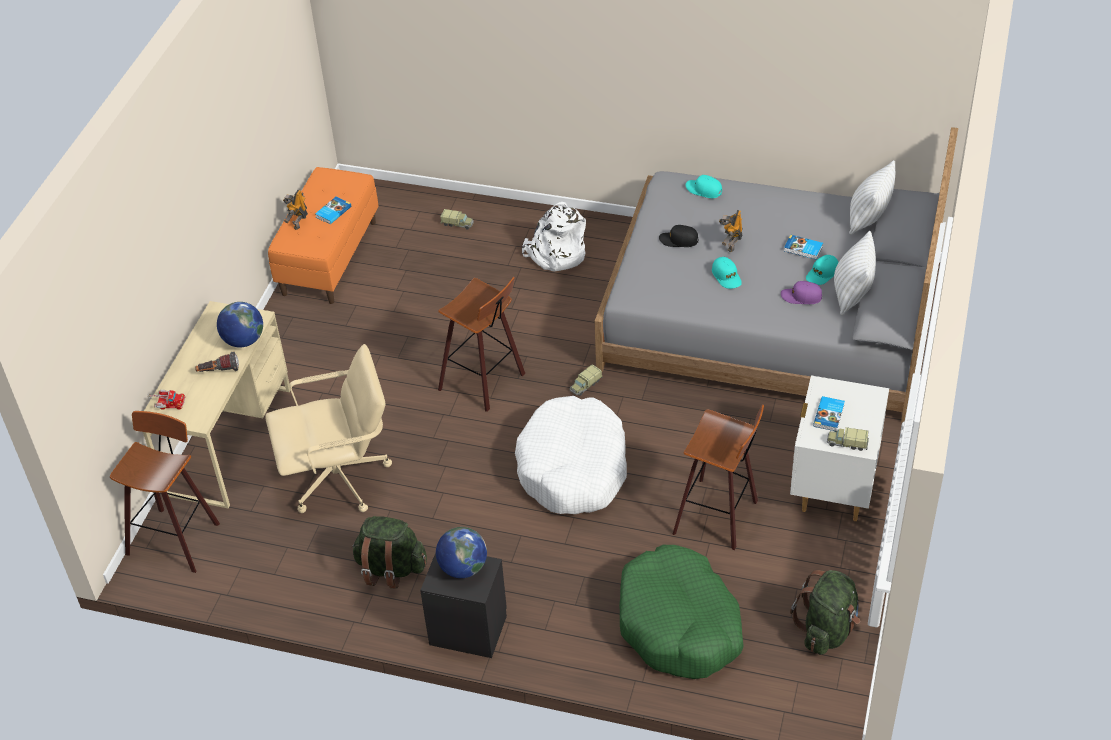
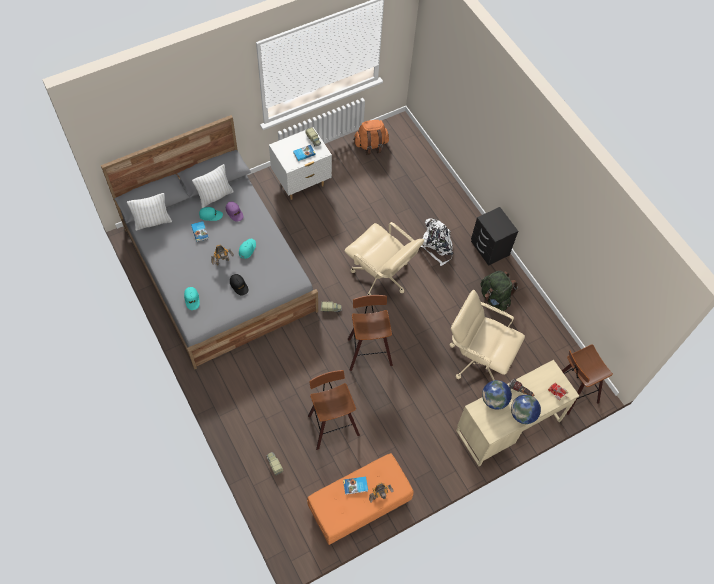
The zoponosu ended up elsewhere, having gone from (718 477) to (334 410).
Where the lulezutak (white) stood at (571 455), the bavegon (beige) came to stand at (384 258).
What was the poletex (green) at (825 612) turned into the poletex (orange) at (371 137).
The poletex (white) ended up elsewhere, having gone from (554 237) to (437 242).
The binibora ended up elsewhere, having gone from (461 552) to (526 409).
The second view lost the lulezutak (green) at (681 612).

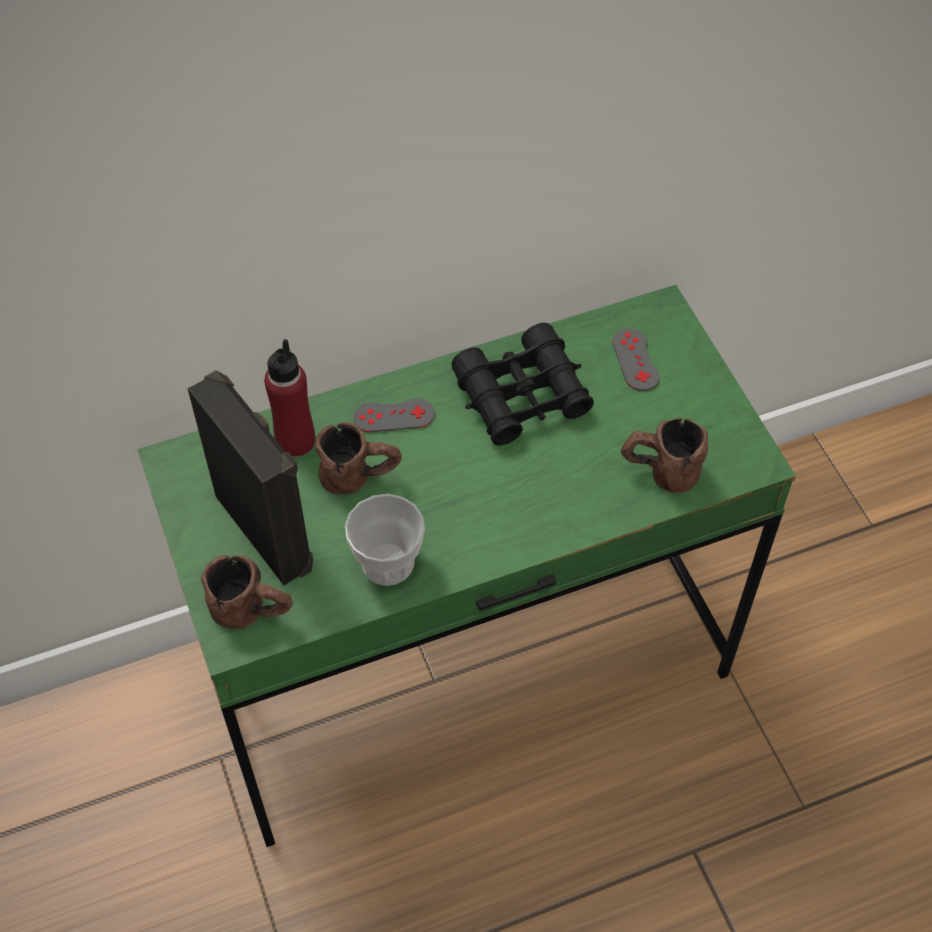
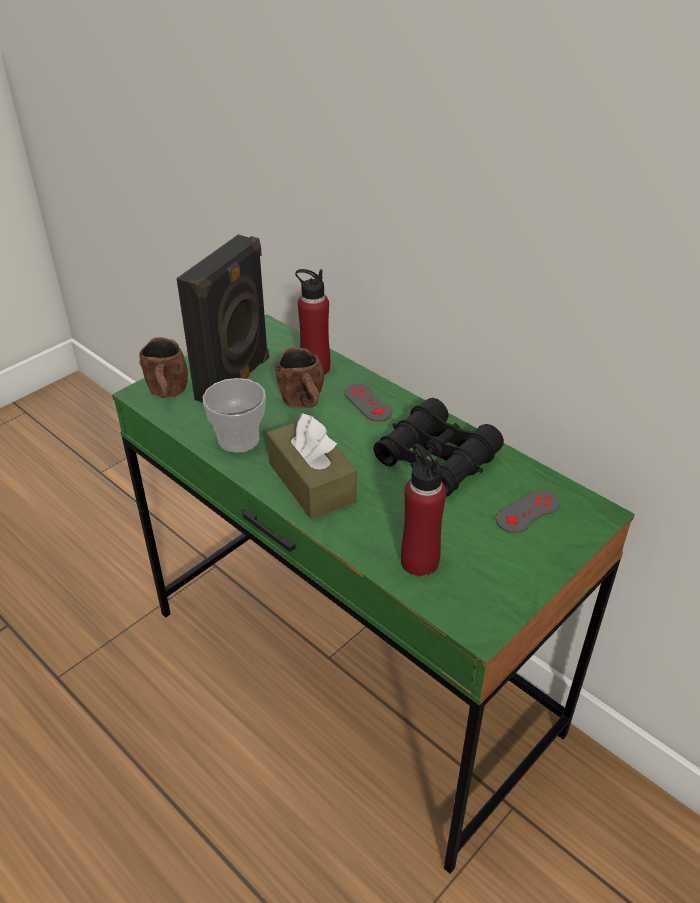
The second view gained the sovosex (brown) at (312 466).
Where the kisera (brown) stood at (664 455), the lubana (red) came to stand at (423 510).

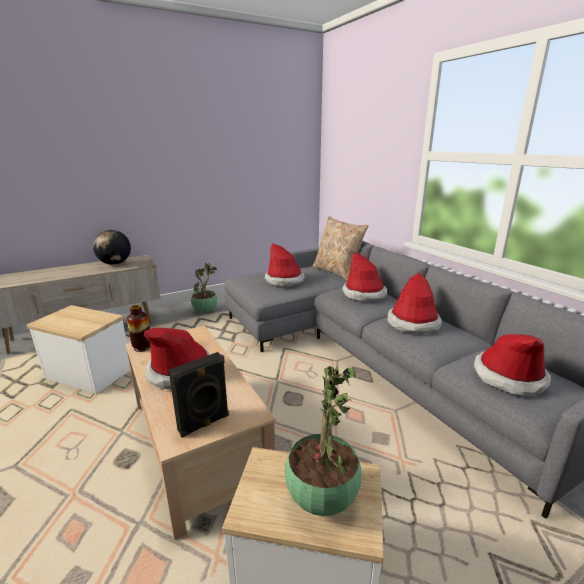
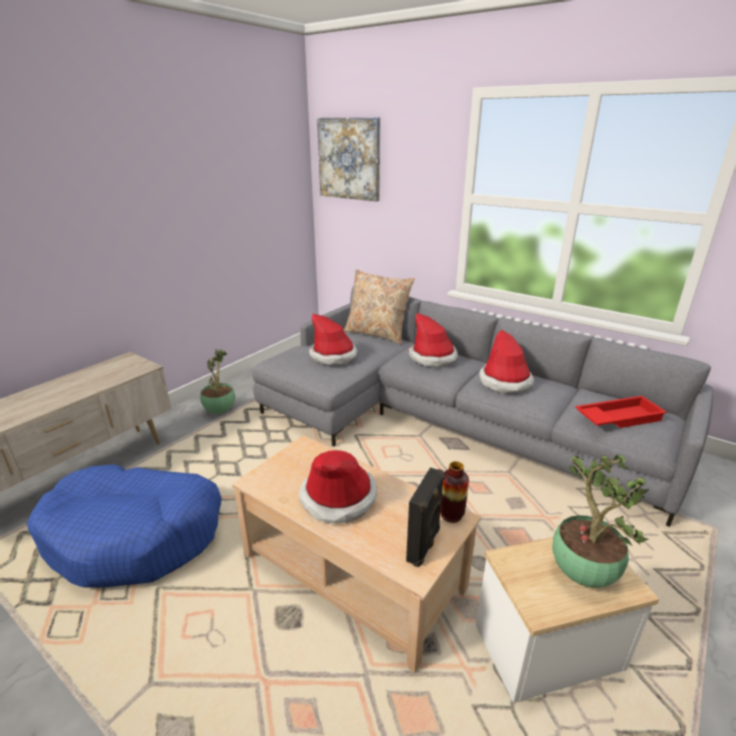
Where the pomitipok stood at (78 349), the lulezutak (blue) came to stand at (124 526).
The second view gained the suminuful at (348 159).
The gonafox ended up elsewhere, having gone from (138 328) to (454 492).
Where the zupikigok stood at (512 365), the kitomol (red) came to stand at (621 412).
The second view lost the binibora at (112 247).

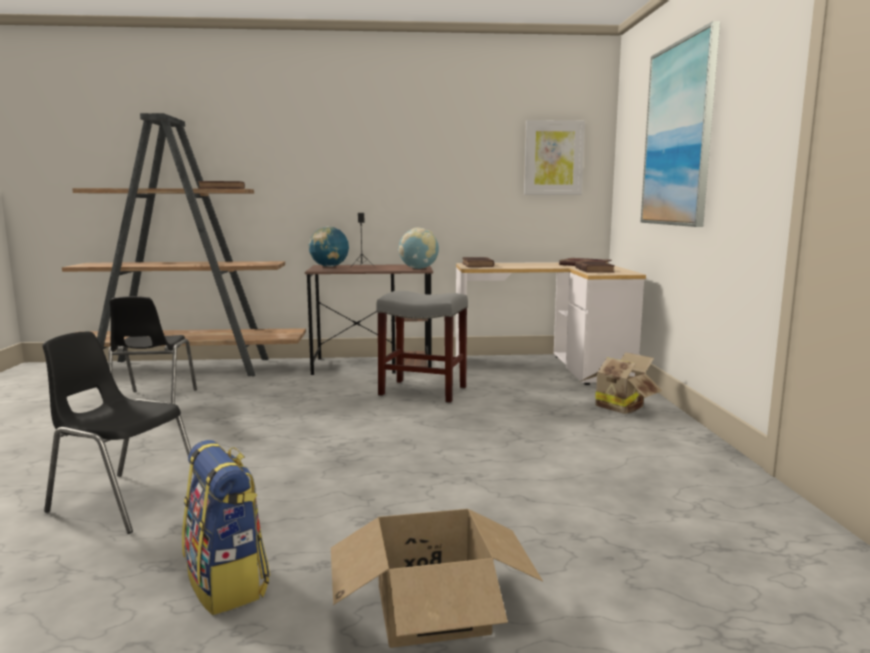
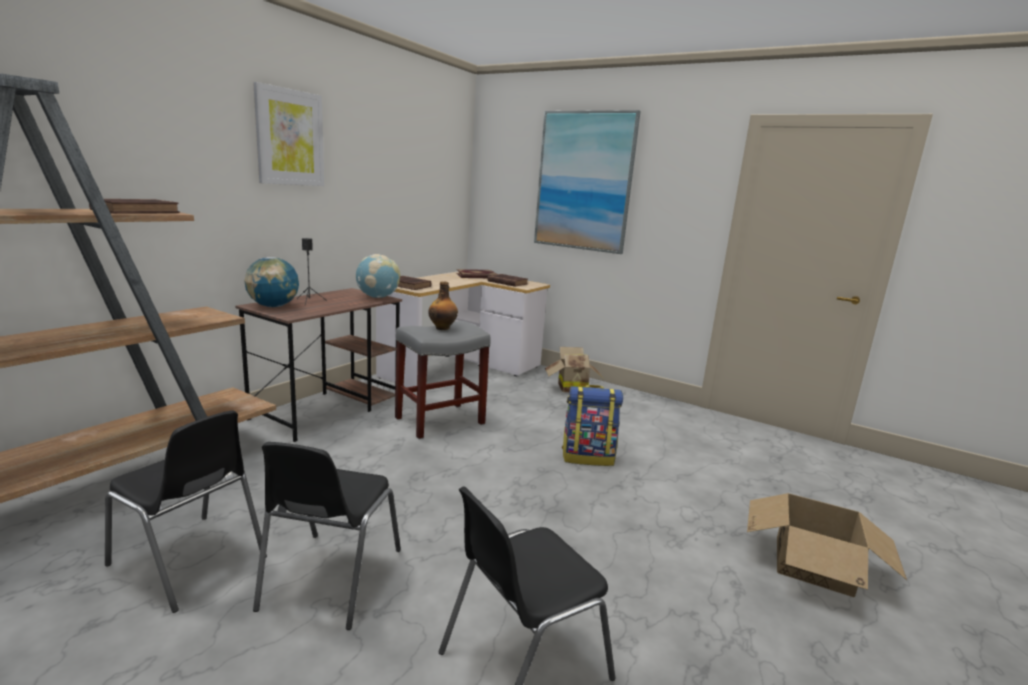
The suminuful ended up elsewhere, having gone from (554 157) to (288 134).
The second view gained the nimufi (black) at (327 536).
The second view gained the lubana at (443 305).
The poletex ended up elsewhere, having gone from (226 527) to (592 425).

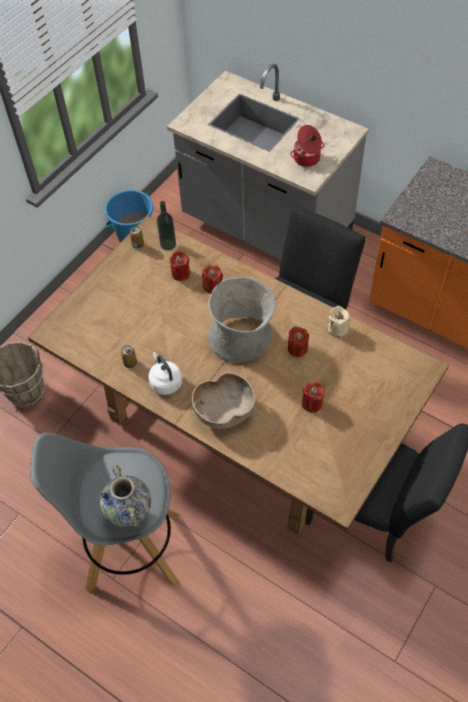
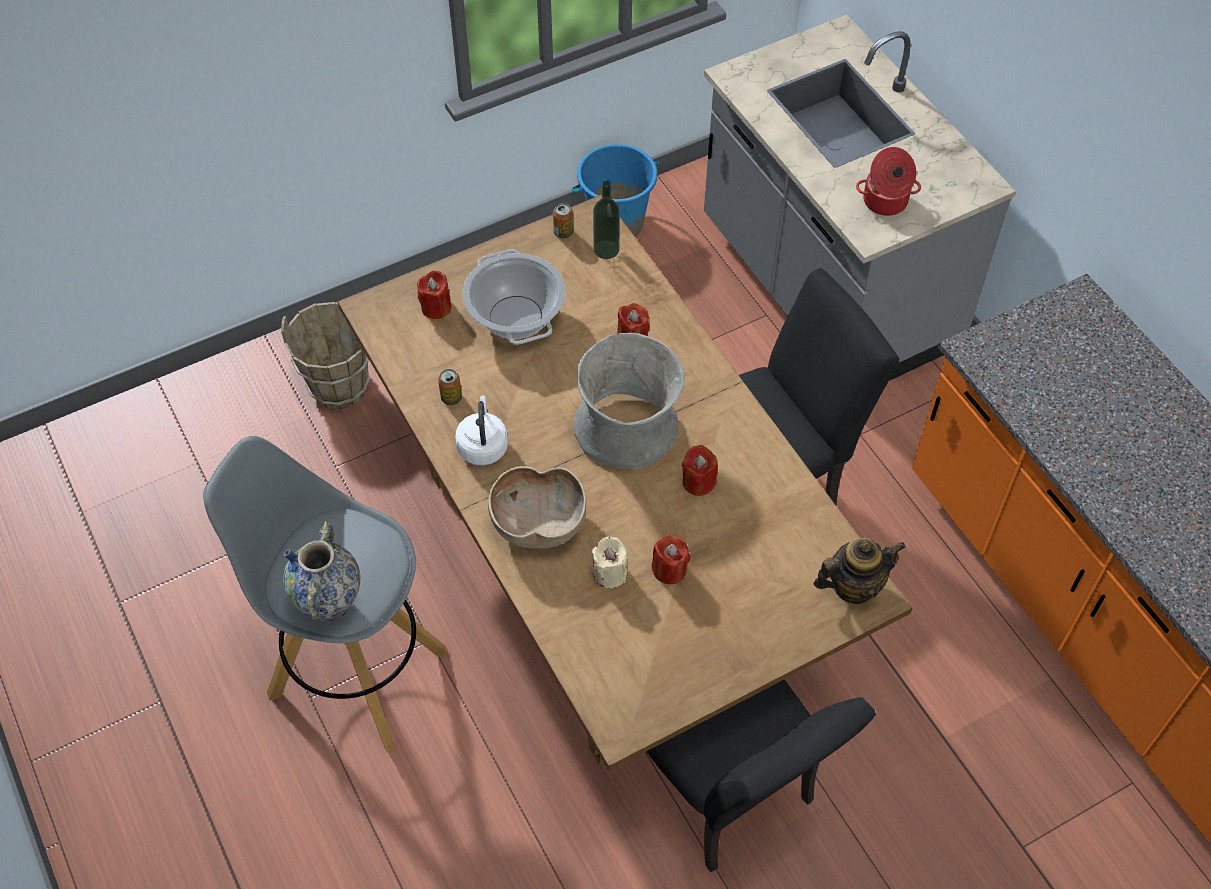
The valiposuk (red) ended up elsewhere, having gone from (179 266) to (434 294).
The second view gained the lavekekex at (514 297).
The valiposuk (beige) ended up elsewhere, having gone from (339 321) to (610 562).
The second view gained the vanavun at (860 571).

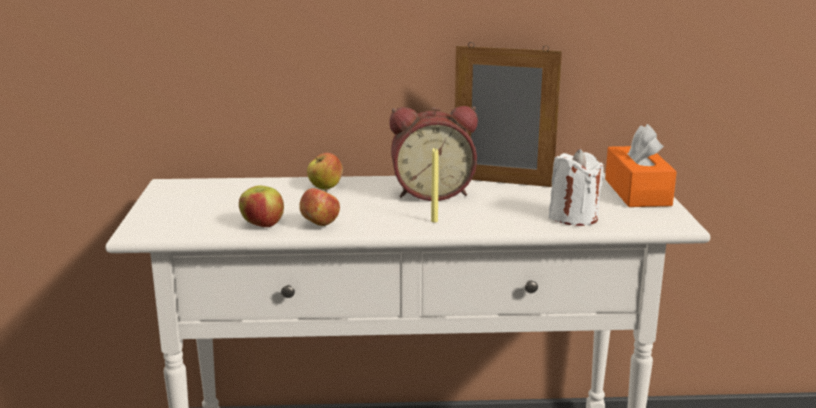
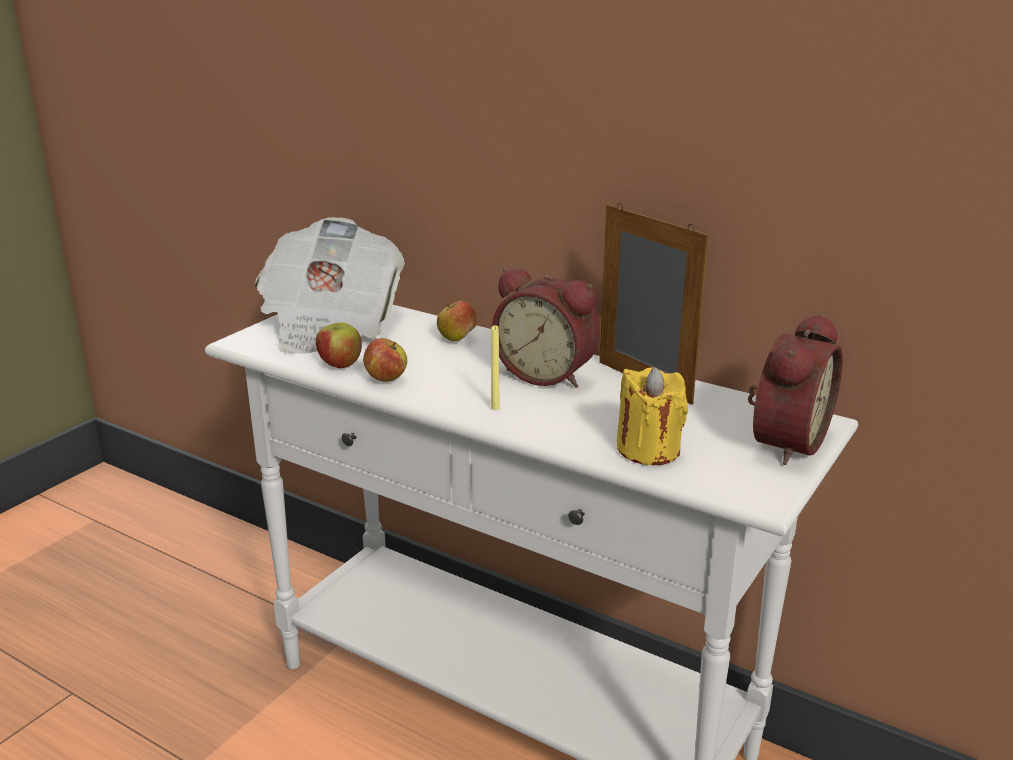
The second view gained the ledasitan at (330 285).
What was the valiposuk (white) at (576 187) turned into the valiposuk (yellow) at (652 416).
Where the sovosex (orange) stood at (641 165), the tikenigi came to stand at (795 389).

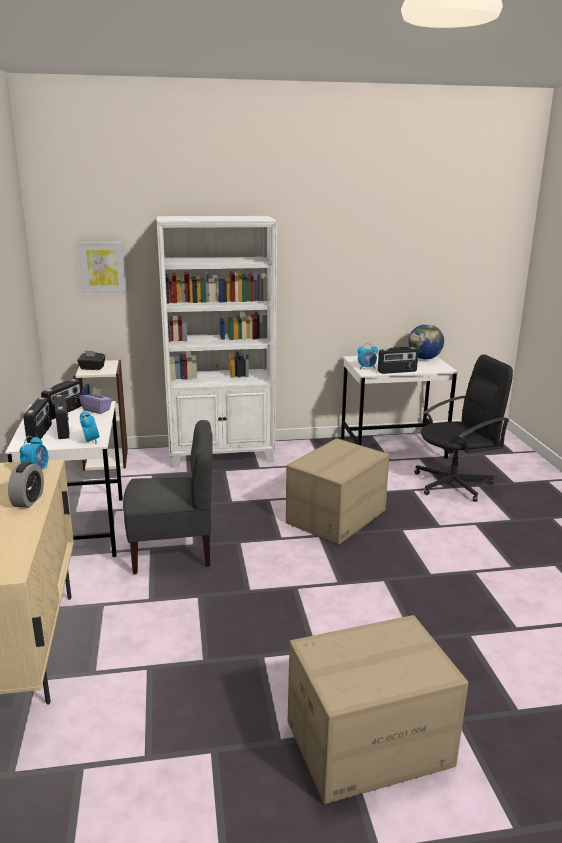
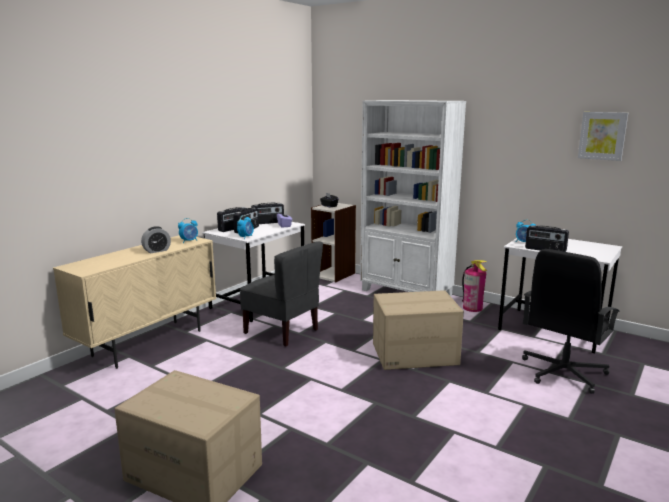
The second view gained the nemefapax at (474 286).
The bavegon (black) at (463 428) ended up facing another way, 105 degrees clockwise from before.
The suminuful ended up elsewhere, having gone from (102 267) to (603 136).
The second view lost the binibora at (426 342).

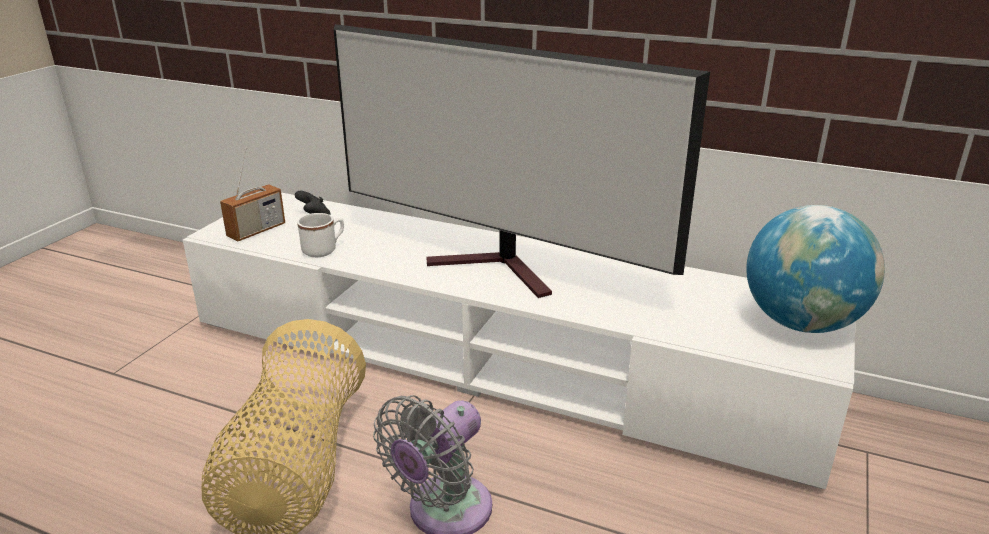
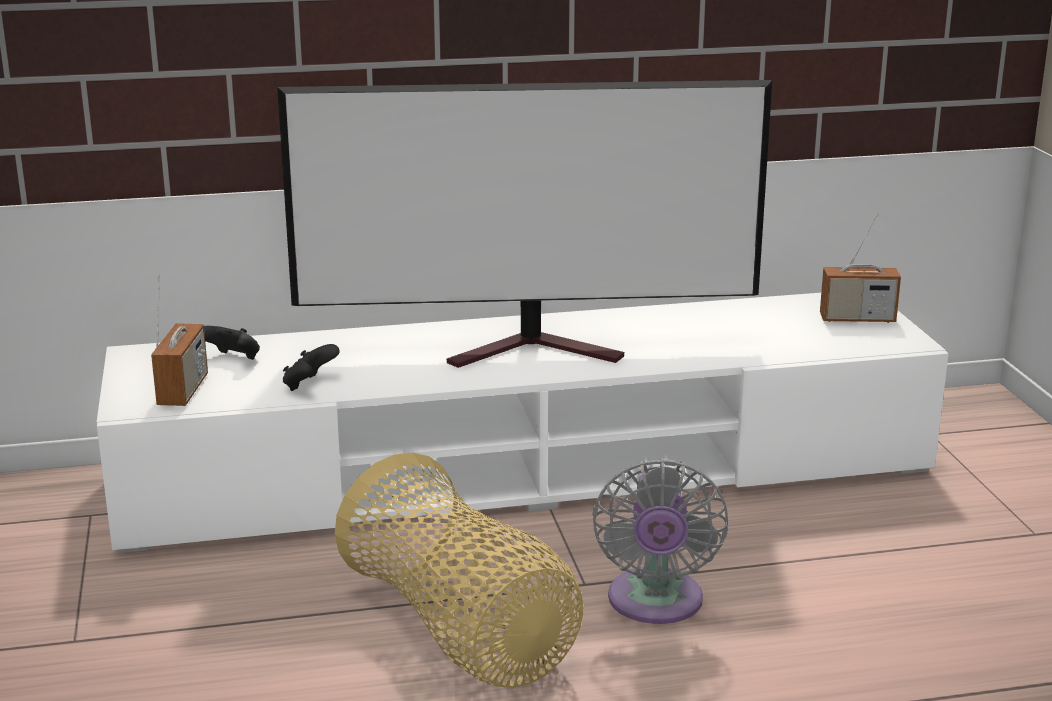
Where the kisera (white) stood at (320 235), the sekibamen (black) came to stand at (311 367).
Where the binibora stood at (815 269), the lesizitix came to stand at (860 268).

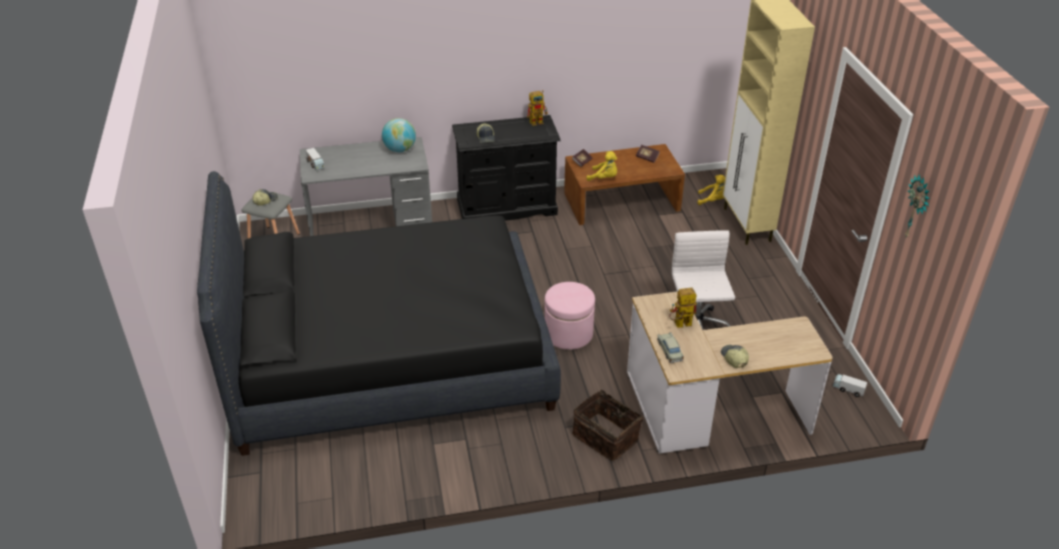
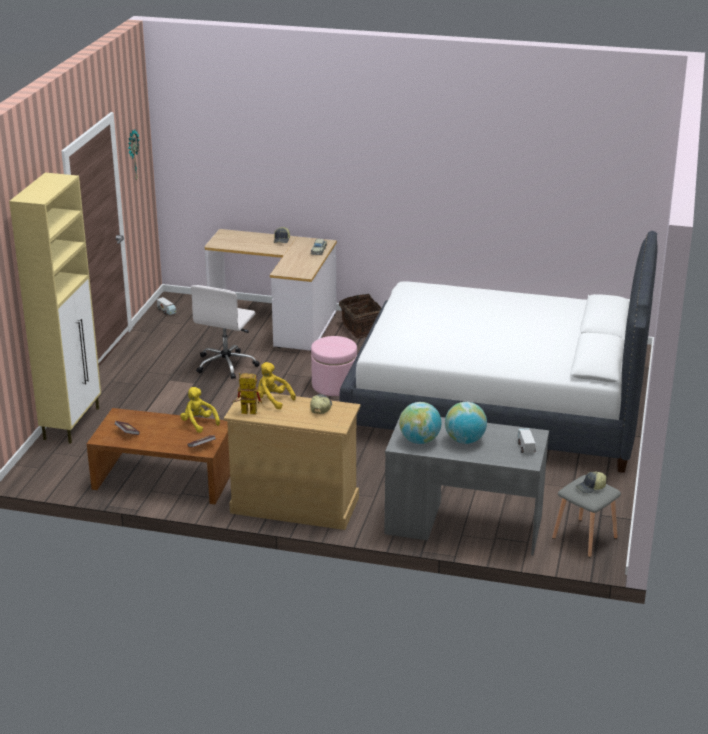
What was the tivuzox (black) at (506 168) turned into the tivuzox (beige) at (292 461).
The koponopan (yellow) ended up elsewhere, having gone from (711 190) to (276 385).
What was the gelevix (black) at (379 313) turned into the gelevix (white) at (498 352).
The second view gained the binibora at (466 423).
The second view lost the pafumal at (683 308).

